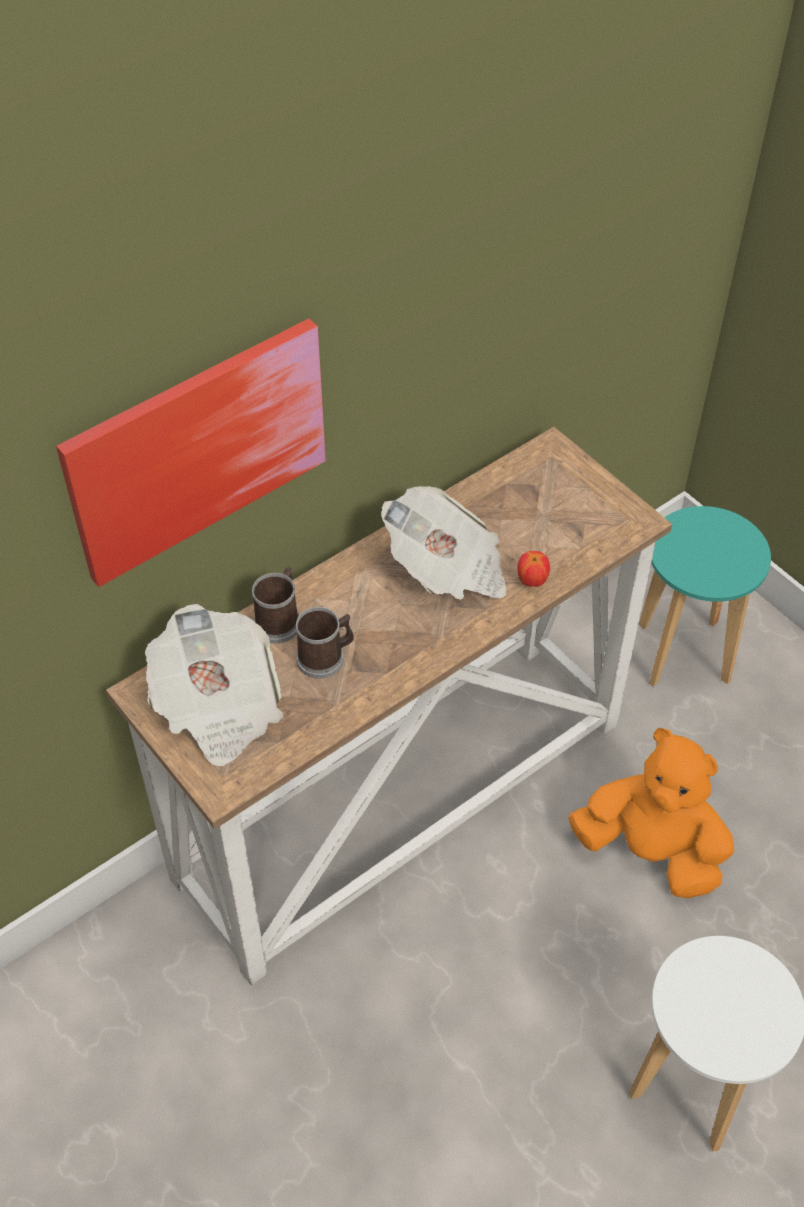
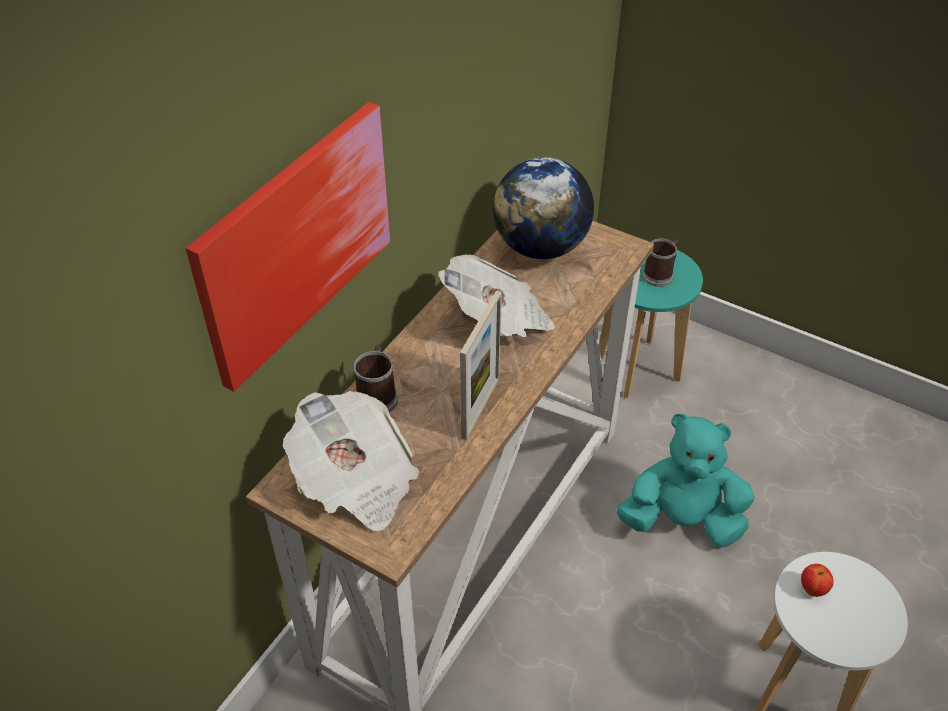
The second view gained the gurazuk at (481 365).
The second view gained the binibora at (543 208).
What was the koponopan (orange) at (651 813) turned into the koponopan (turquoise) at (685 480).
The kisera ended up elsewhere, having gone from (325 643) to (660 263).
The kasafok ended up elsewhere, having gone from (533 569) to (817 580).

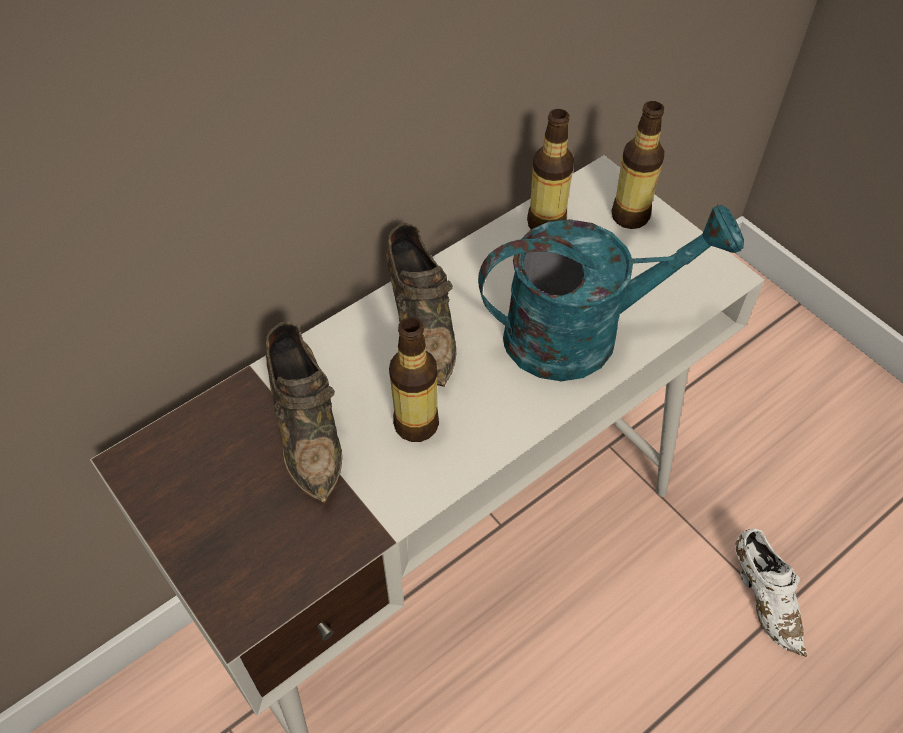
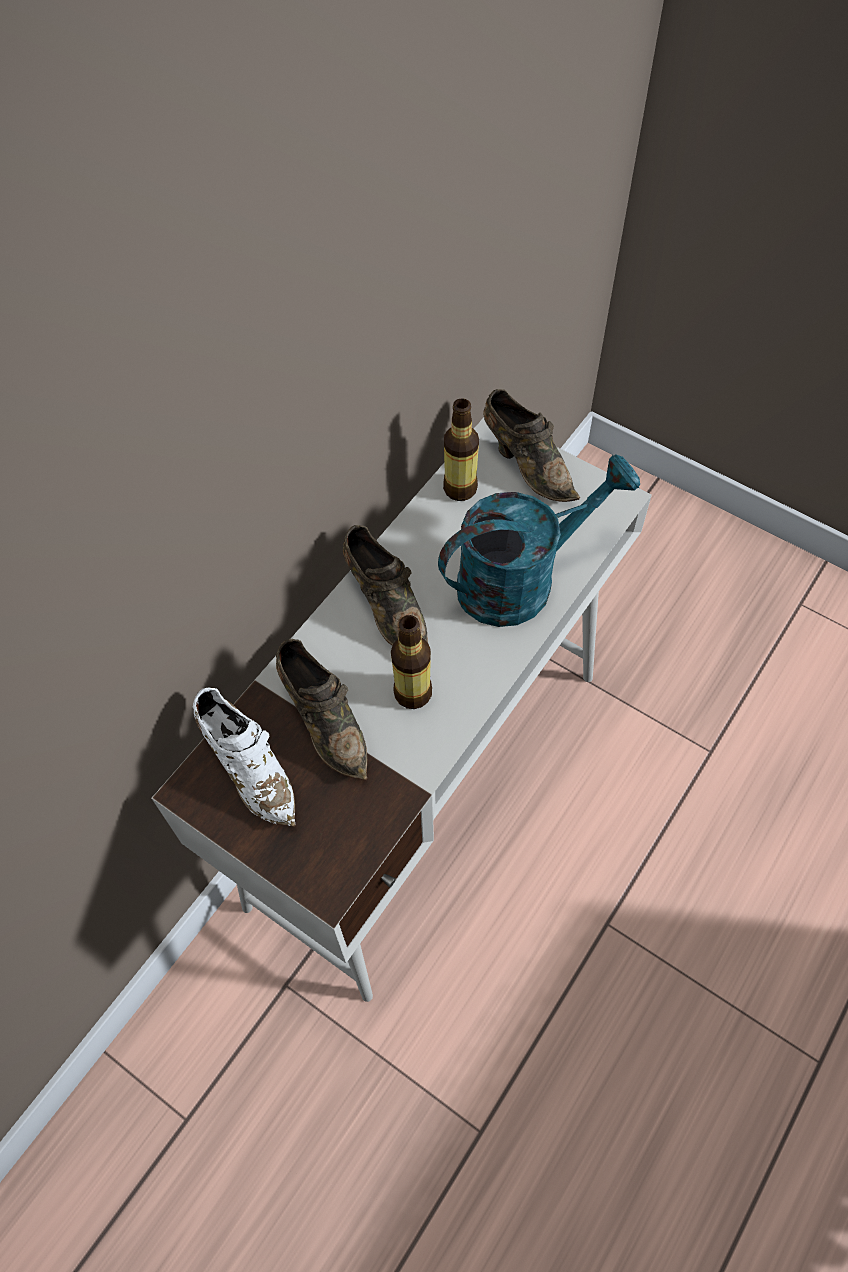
The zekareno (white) ended up elsewhere, having gone from (771 593) to (244 757).
Where the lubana stood at (637 165), the zekareno (brown) came to stand at (531 445).

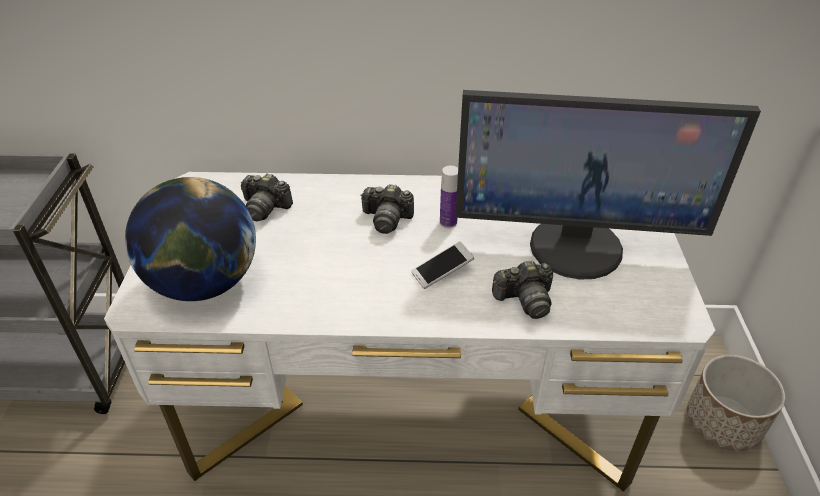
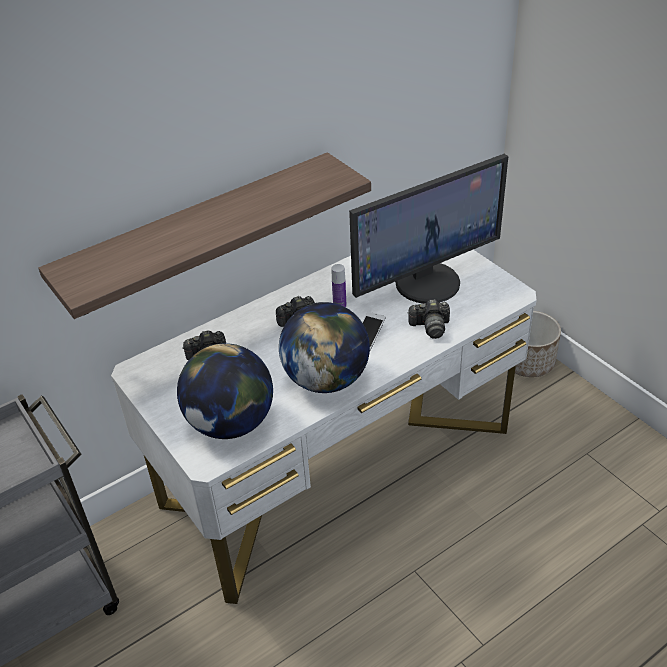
The second view gained the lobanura at (204 235).
The second view gained the binibora at (324 347).
The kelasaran at (522 289) ended up facing another way, 45 degrees clockwise from before.

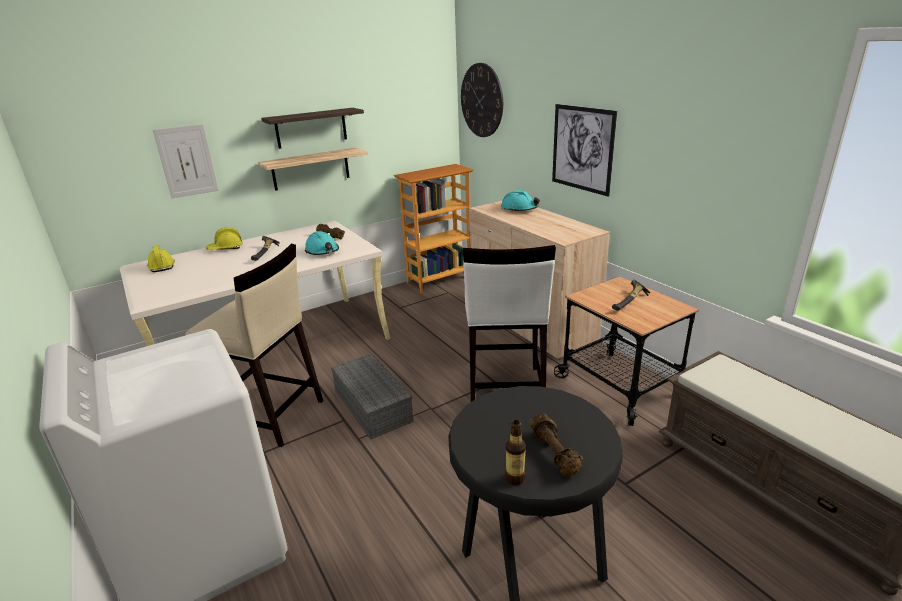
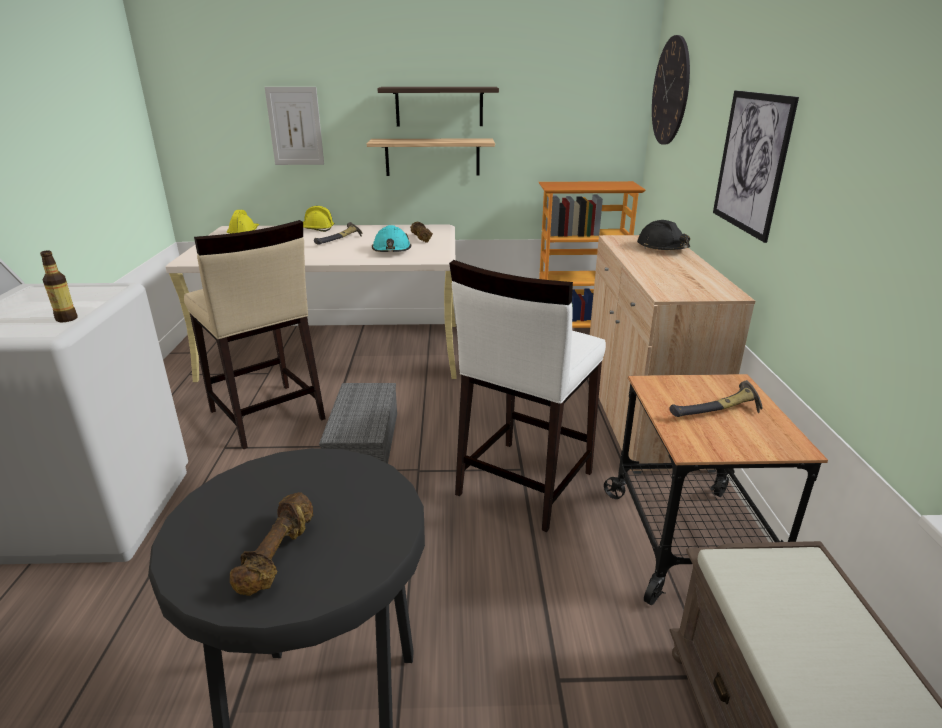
The lubana ended up elsewhere, having gone from (515 452) to (59 286).
What was the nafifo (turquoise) at (520 201) turned into the nafifo (black) at (663 235).

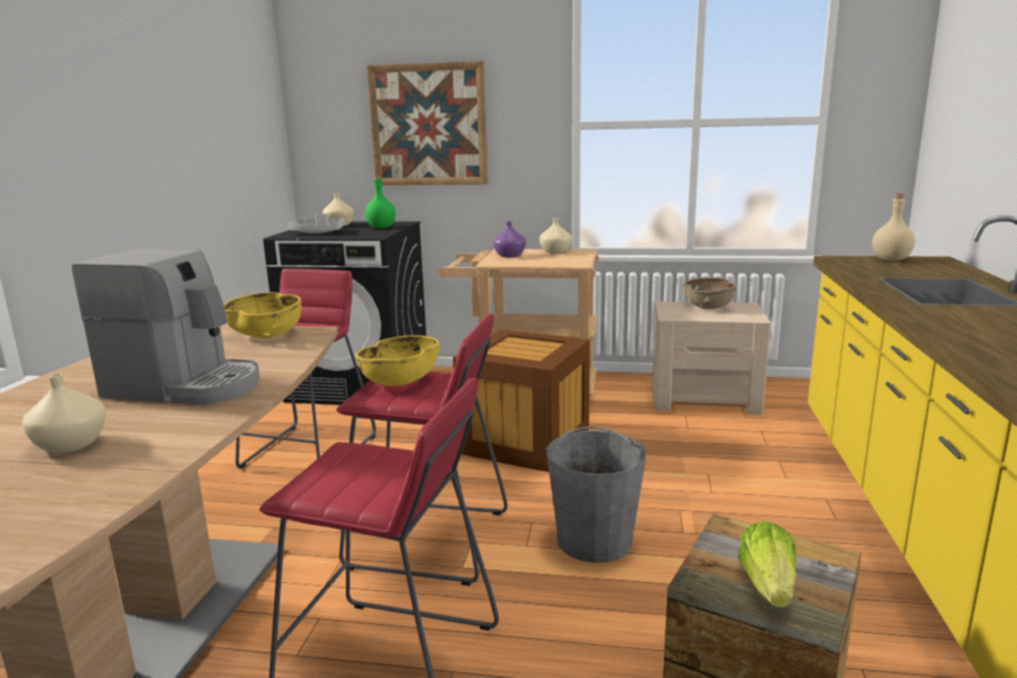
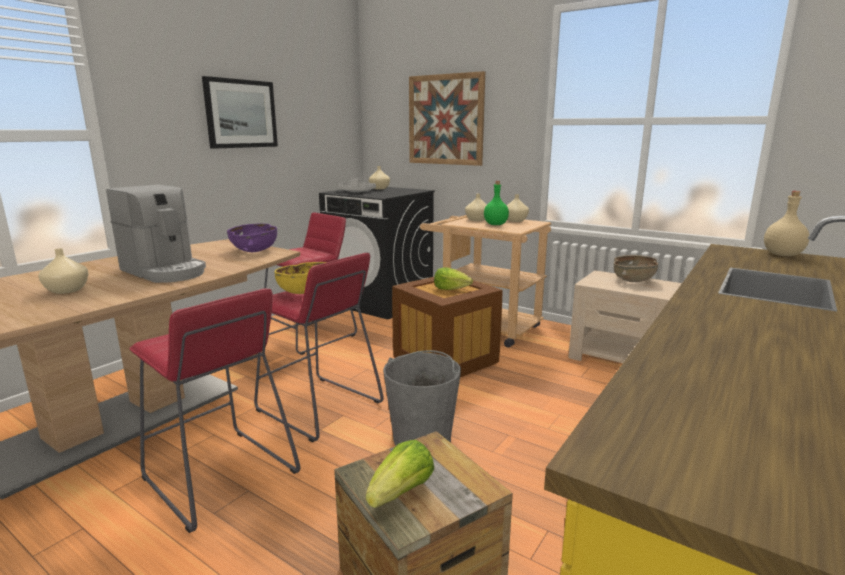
The second view gained the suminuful at (240 112).
What was the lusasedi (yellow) at (262 315) turned into the lusasedi (purple) at (252 237).
The second view gained the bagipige at (453 278).
What was the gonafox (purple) at (509 239) turned into the gonafox (beige) at (476 207).
The lubana (green) ended up elsewhere, having gone from (380 201) to (496 203).

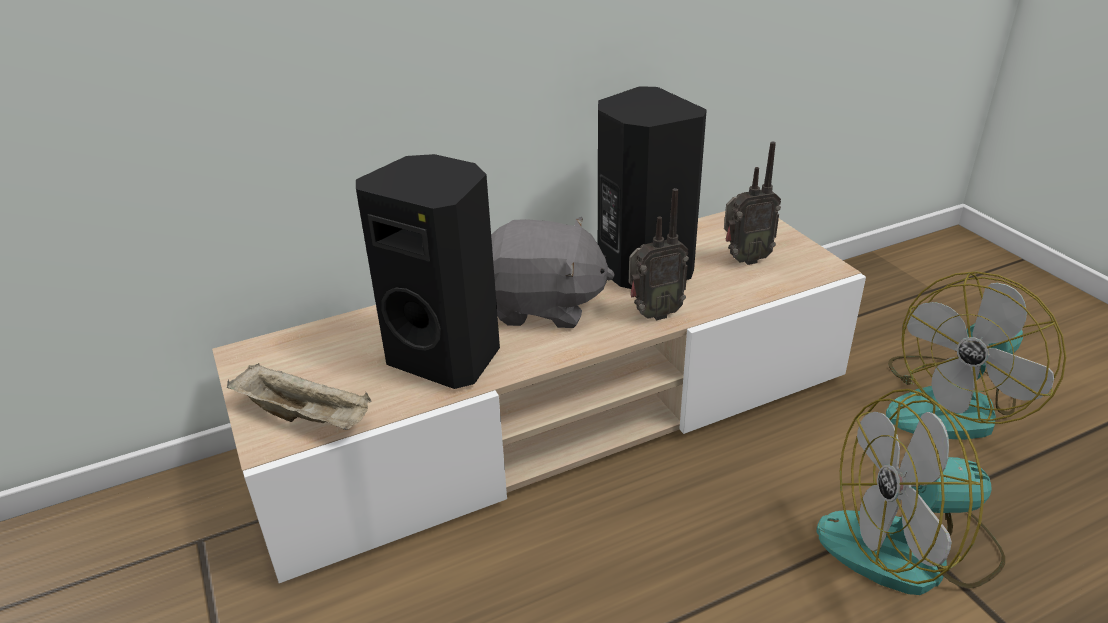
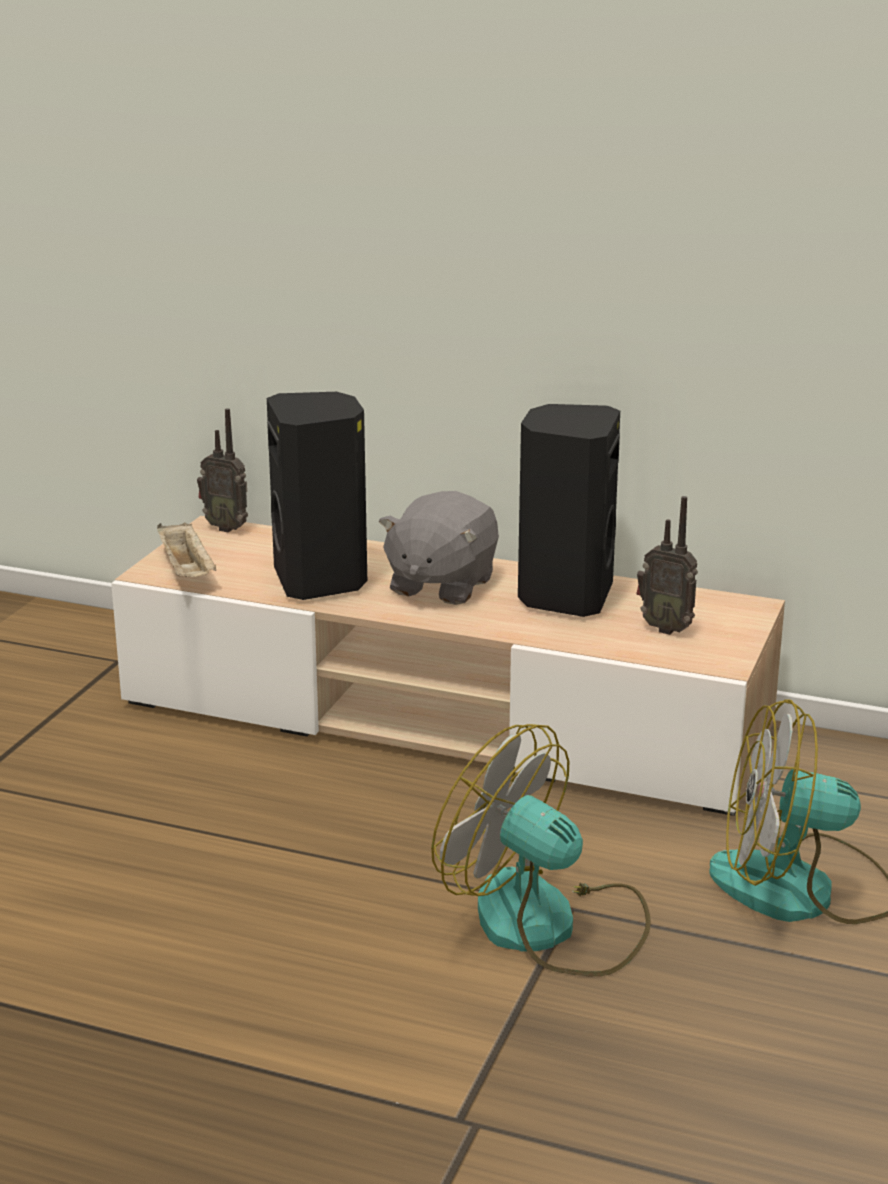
The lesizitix ended up elsewhere, having gone from (659 254) to (222 470).
The koponopan (grey) at (553 272) ended up facing another way, 60 degrees clockwise from before.

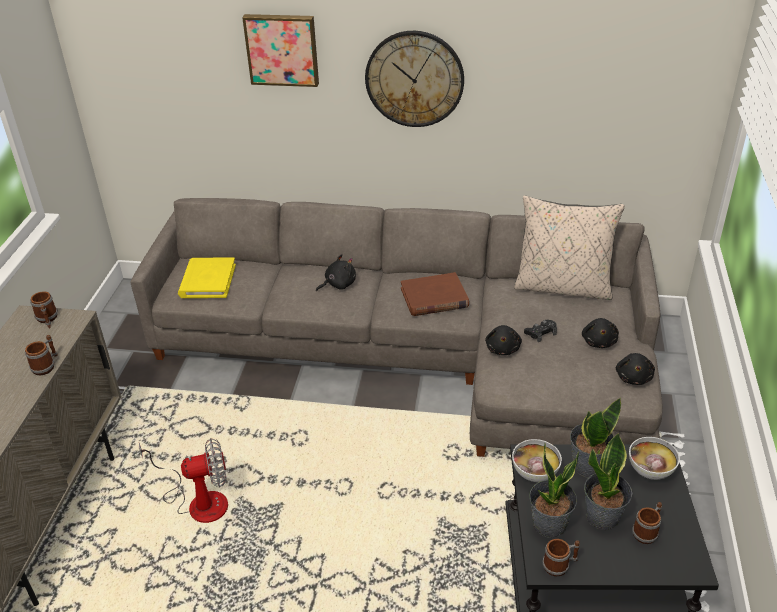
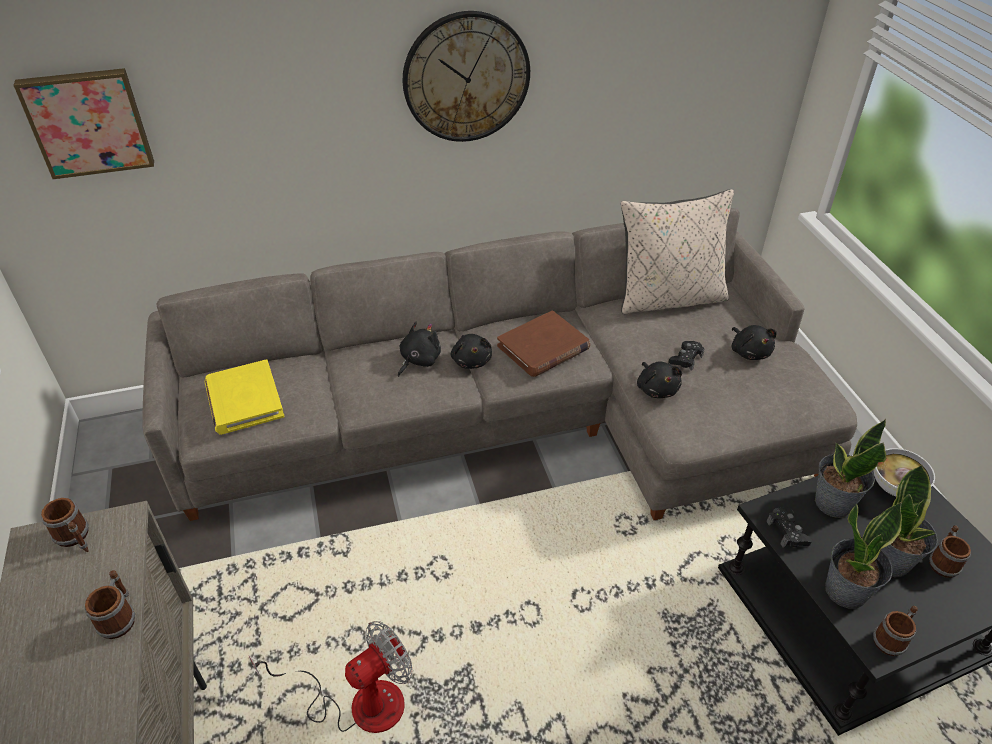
The suminuful ended up elsewhere, having gone from (280 50) to (83 123).
The koponopan (black) ended up elsewhere, having gone from (635 369) to (471 351).
Where the lusasedi stood at (537 460), the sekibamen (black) came to stand at (789 527).

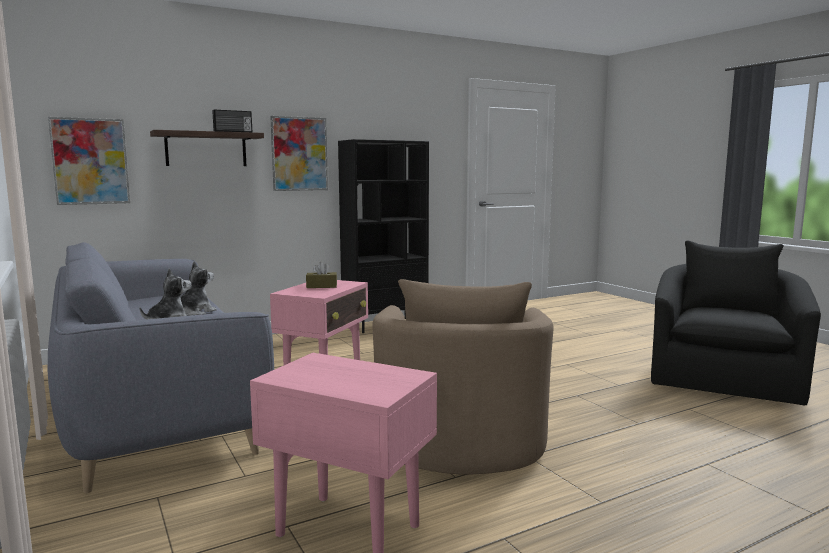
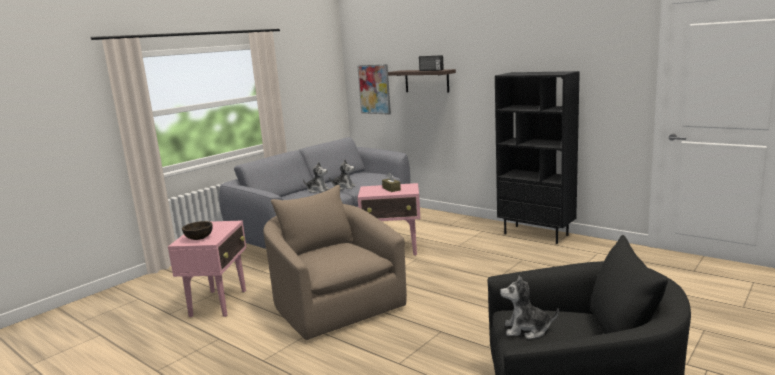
The second view gained the lusasedi (brown) at (197 230).
The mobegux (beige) at (463 376) ended up facing another way, 75 degrees clockwise from before.
The second view gained the koponopan at (529 307).
The second view lost the suminuful at (299 153).

